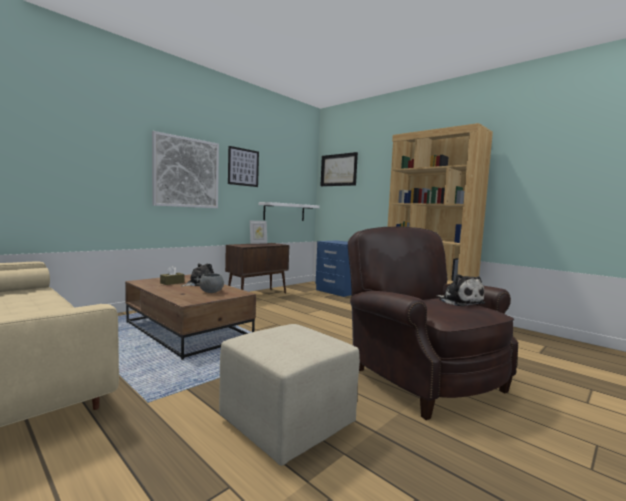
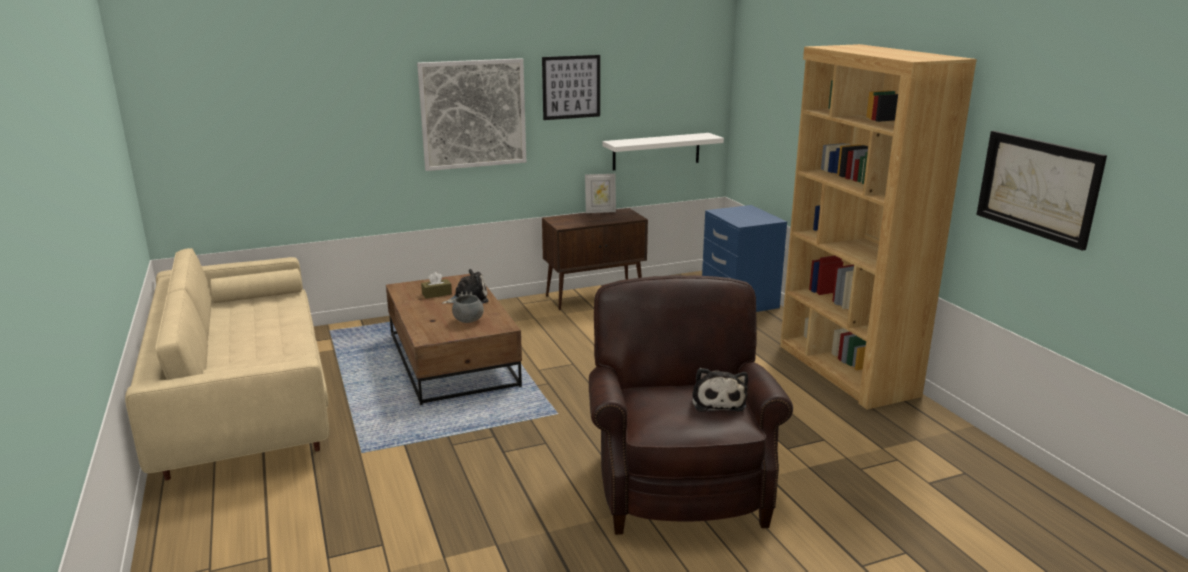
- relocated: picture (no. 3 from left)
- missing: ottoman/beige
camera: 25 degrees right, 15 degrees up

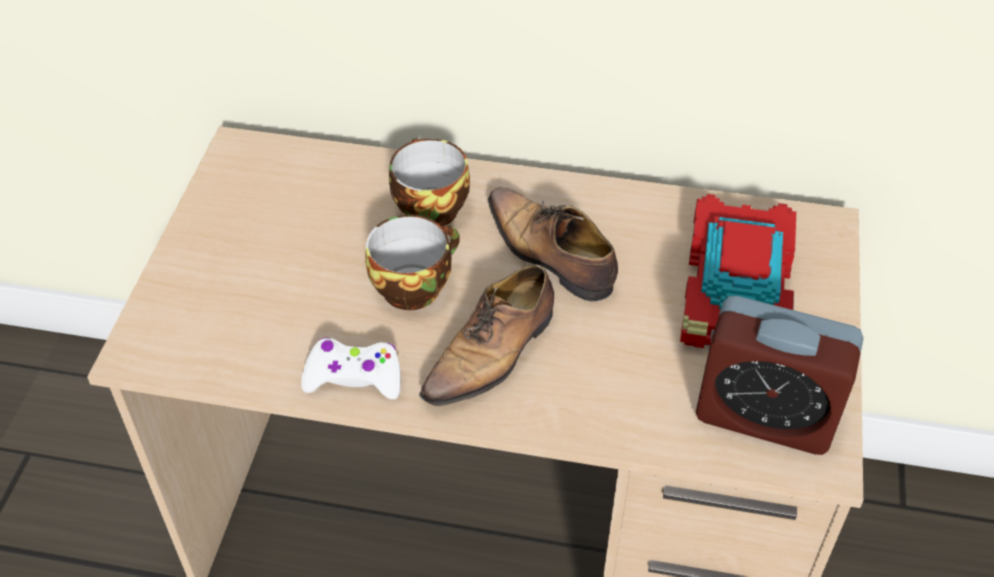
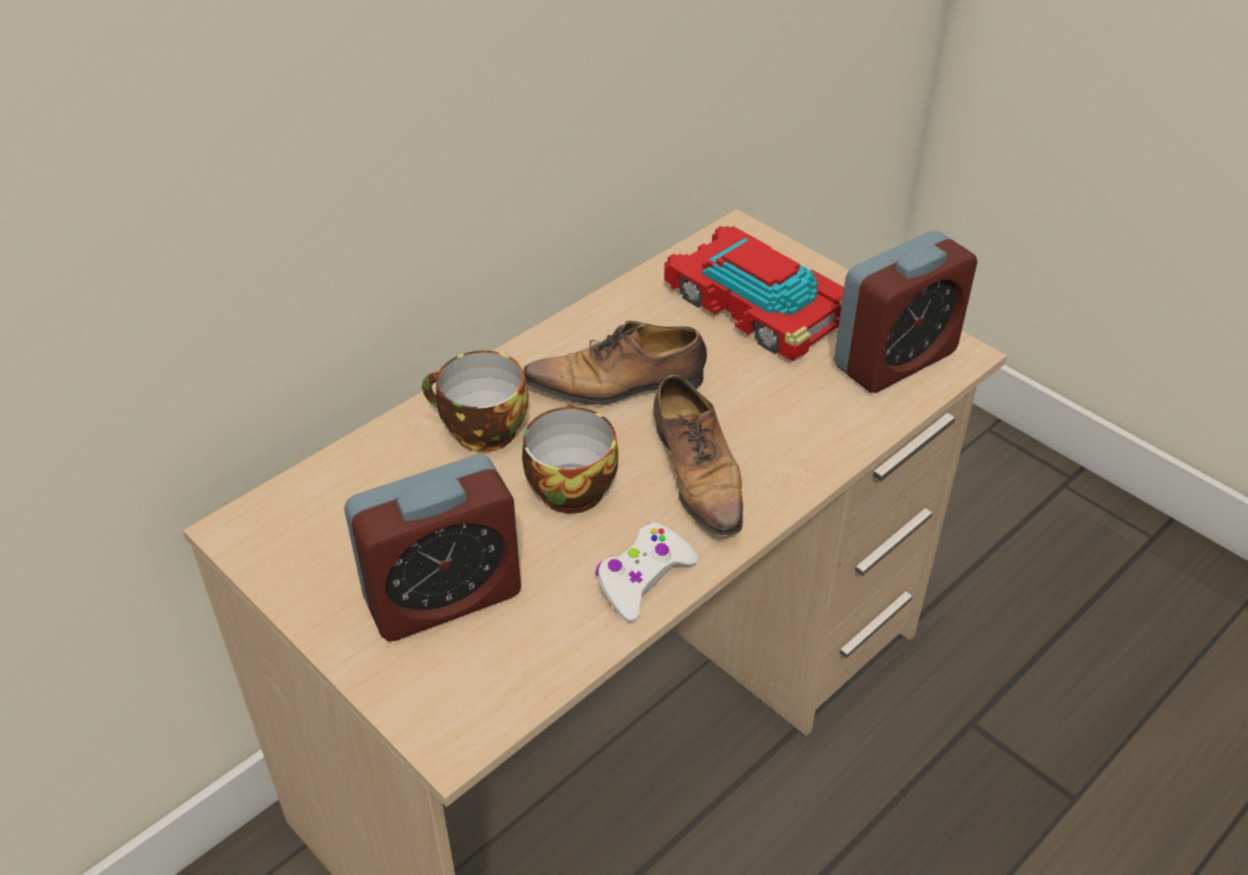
- appeared: alarm clock (no. 1 from left)
camera: 55 degrees left, 5 degrees down

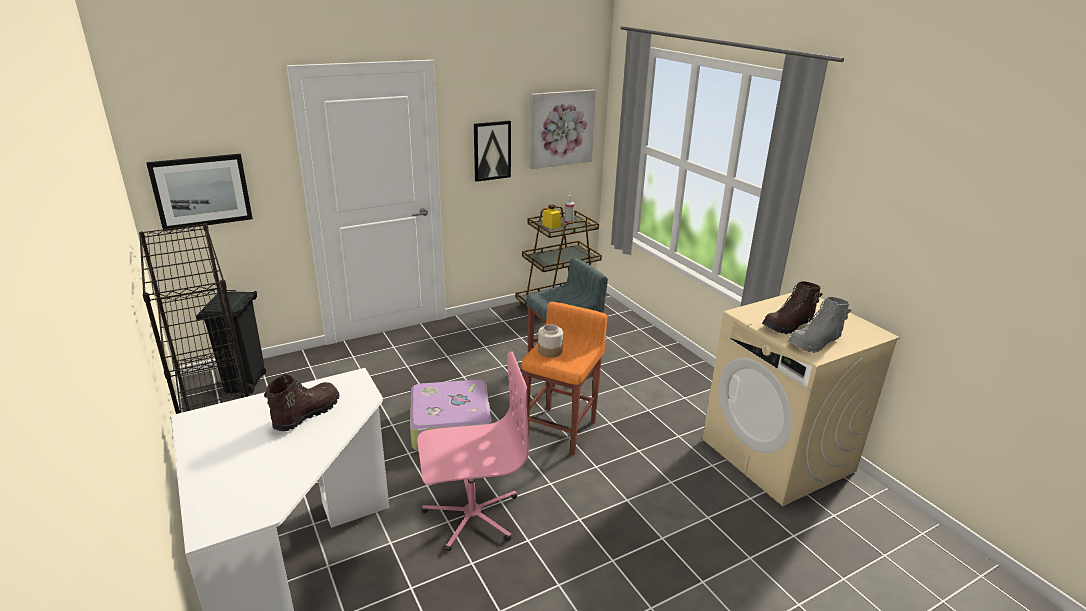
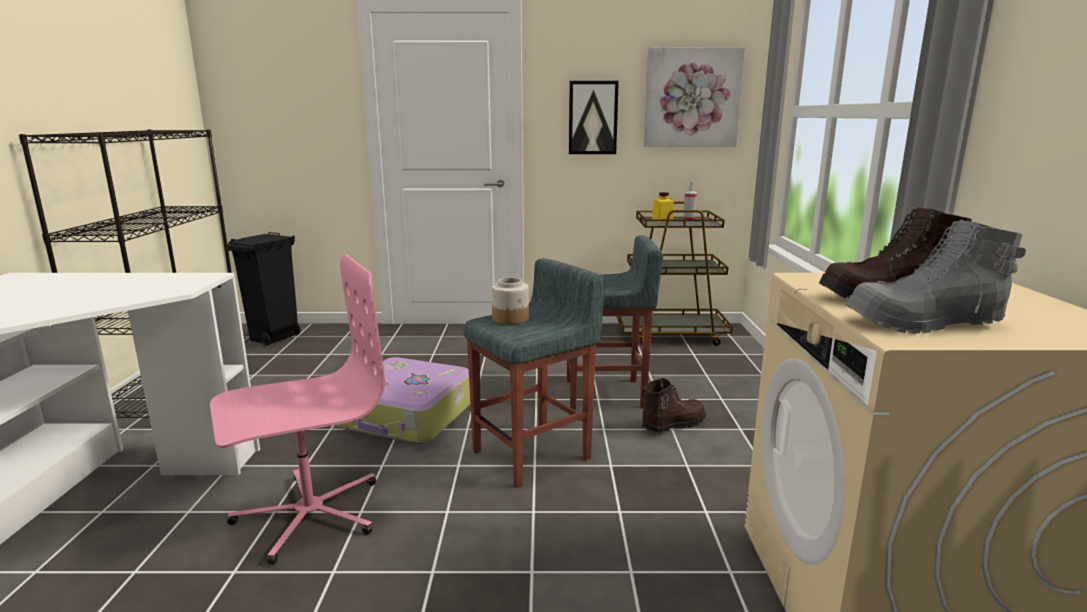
- spun: computer chair/pinkish 45 degrees counterclockwise
- colour: stool seat/orange to stool seat/greyish (no. 1 from left)
- relocated: tall boot/brown (no. 1 from left)
- missing: picture (no. 1 from left)
camera: 30 degrees right, 10 degrees down

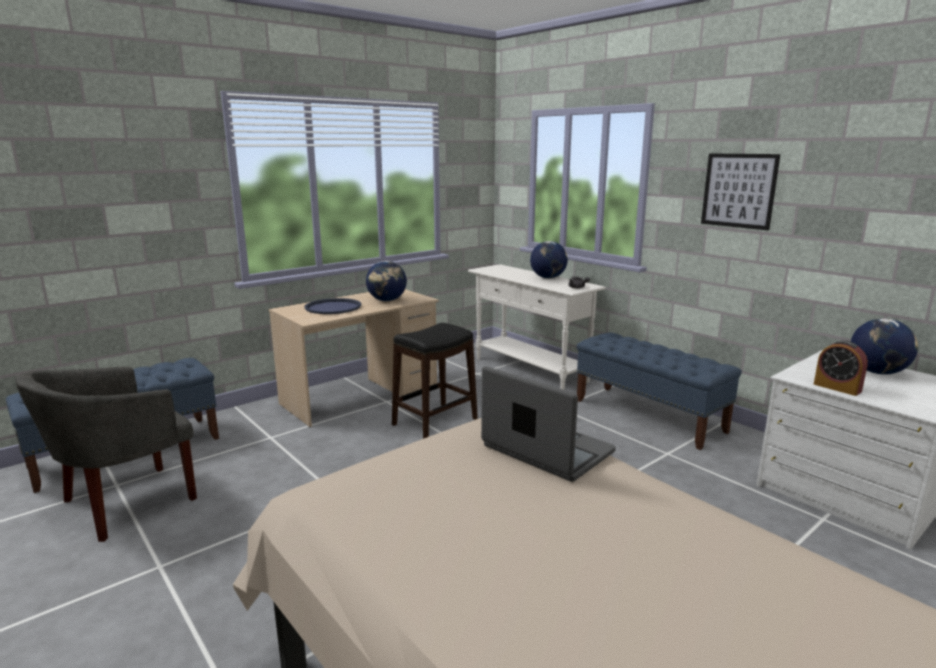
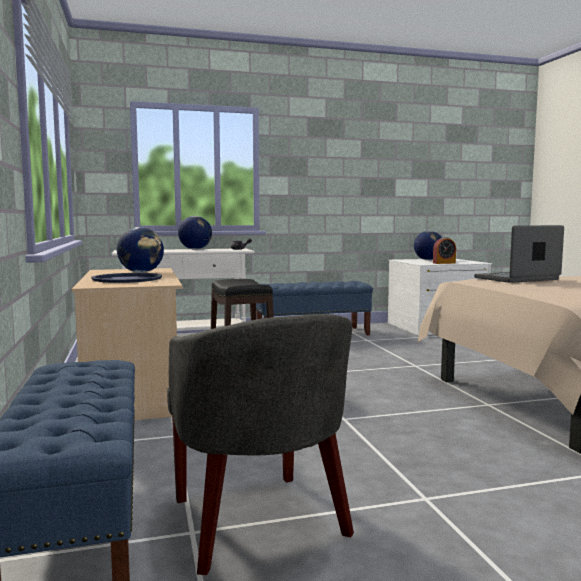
- missing: picture
camera: 65 degrees left, 10 degrees down

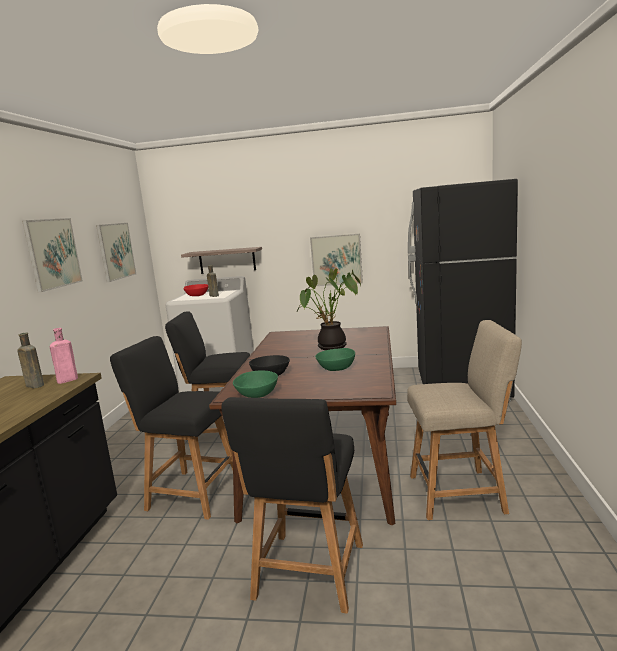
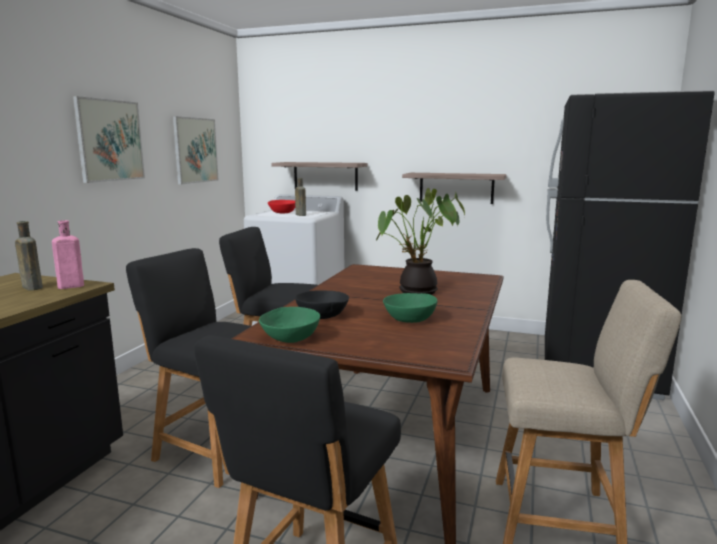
- exchanged: picture (no. 3 from left) to wall shelf (no. 2 from left)
camera: 10 degrees right, 0 degrees up

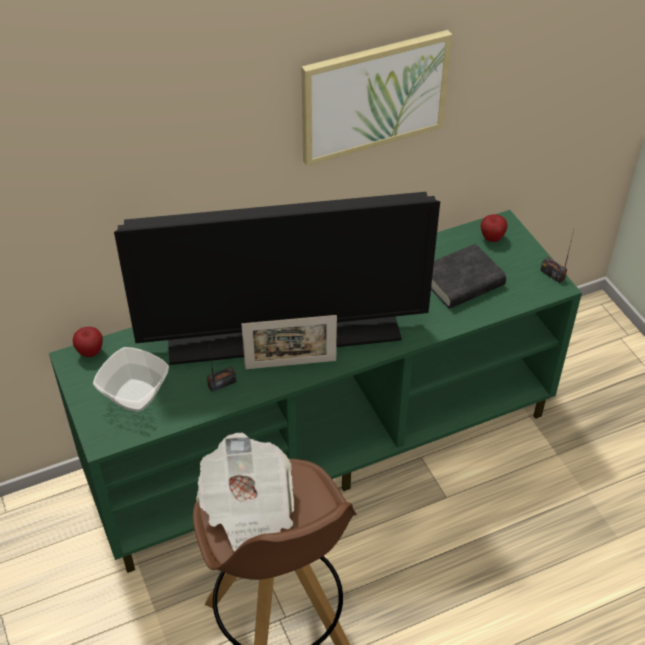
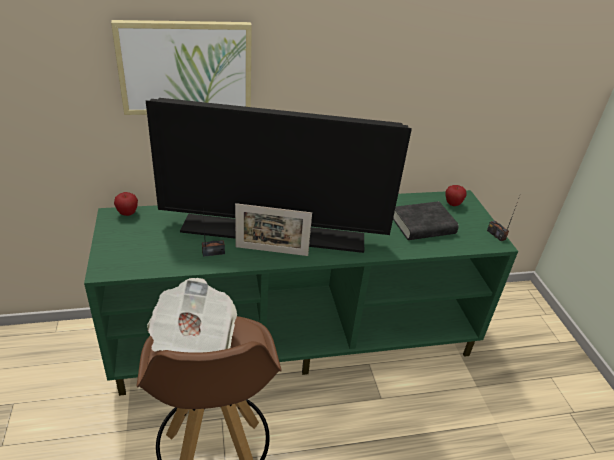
- relocated: picture
- missing: serving bowl
camera: 10 degrees right, 10 degrees down

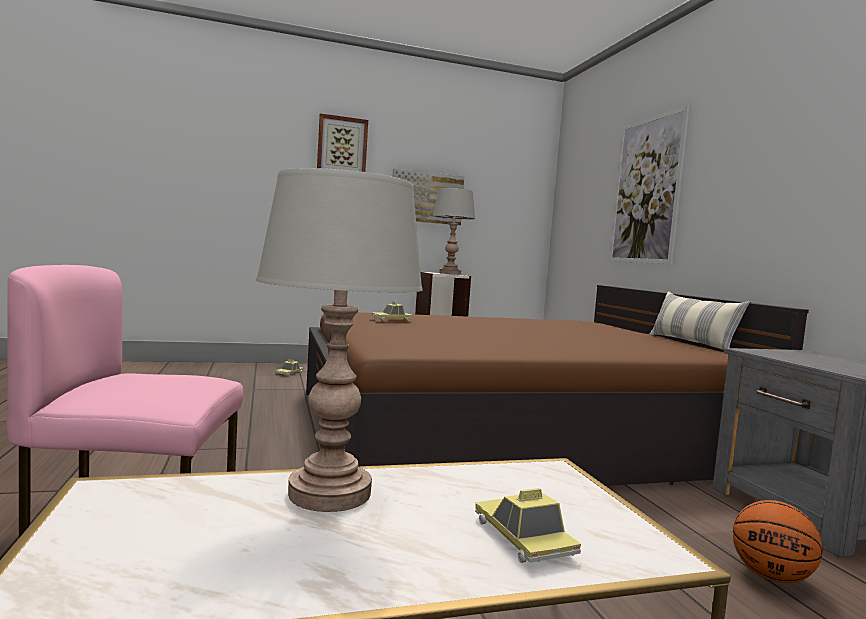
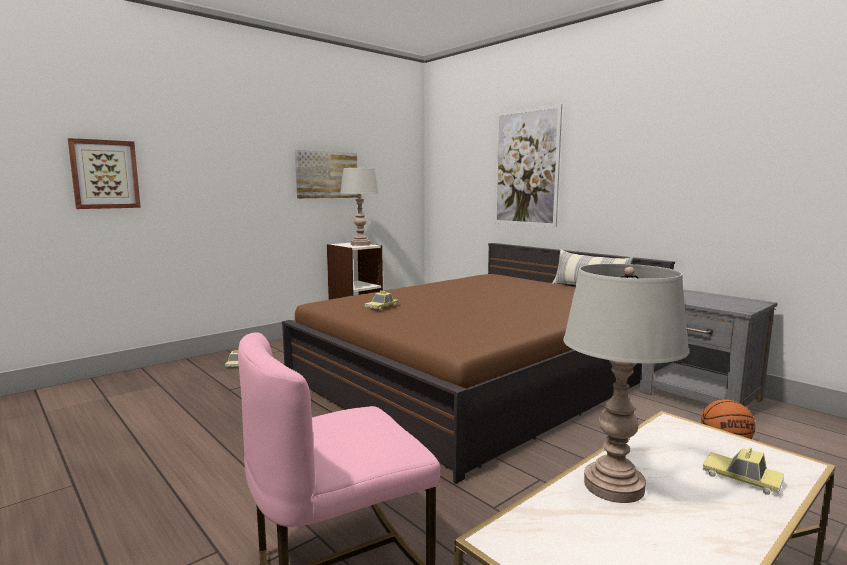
- relocated: picture (no. 1 from left)
camera: 25 degrees left, 5 degrees up

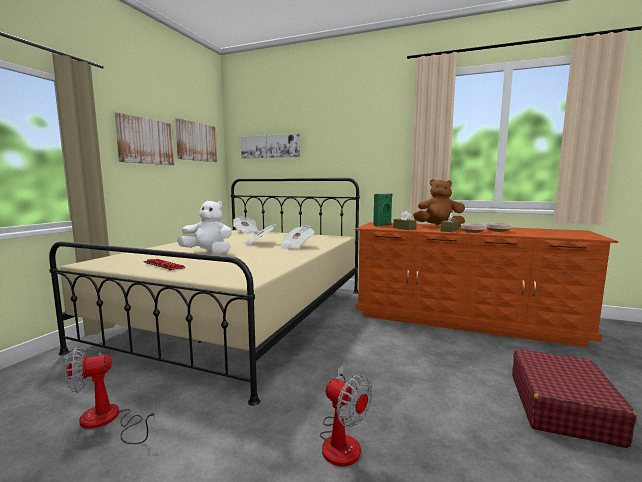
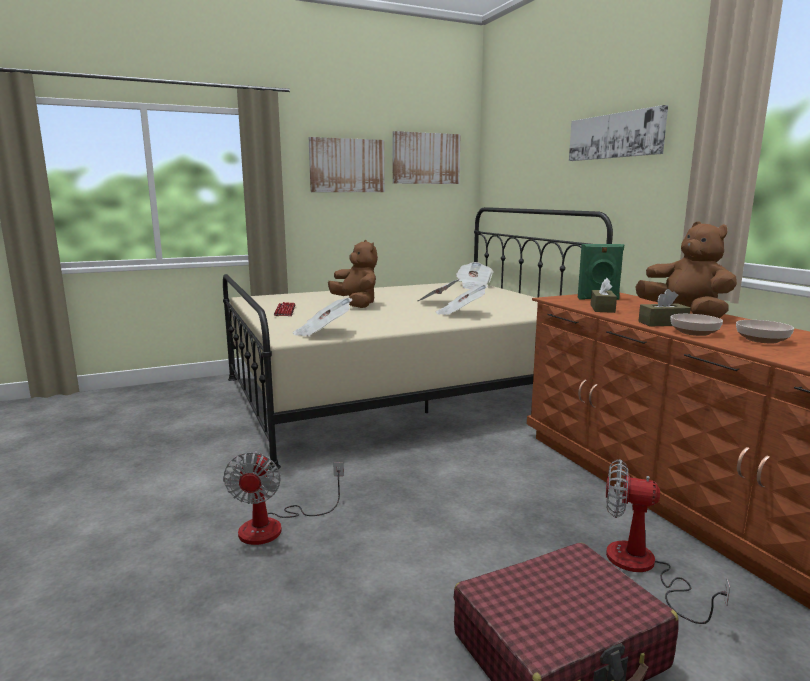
- appeared: printed paper (no. 1 from left)
- colour: cuddly toy/whitish to cuddly toy/brown (no. 1 from left)
- relocated: picture (no. 3 from left)
- relocated: cooling fan (no. 1 from left in the first image) to cooling fan (no. 2 from left)
camera: 45 degrees right, 5 degrees up

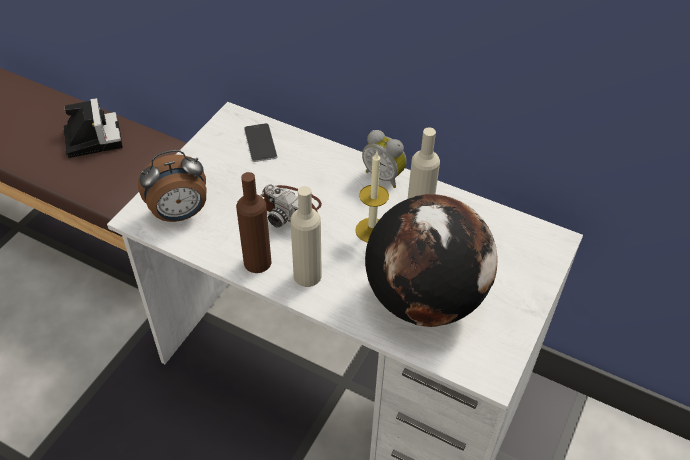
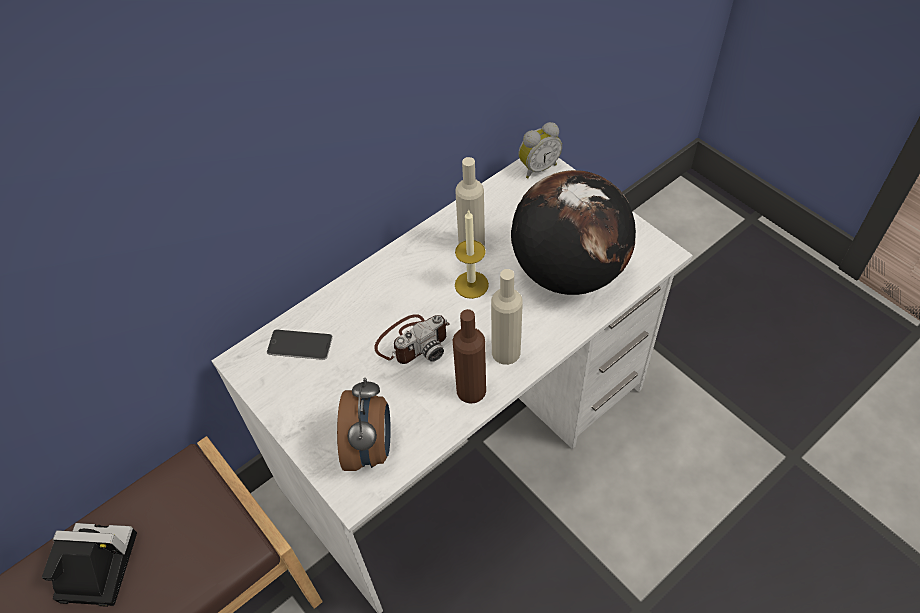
- relocated: alarm clock (no. 2 from left)
camera: 65 degrees left, 5 degrees up

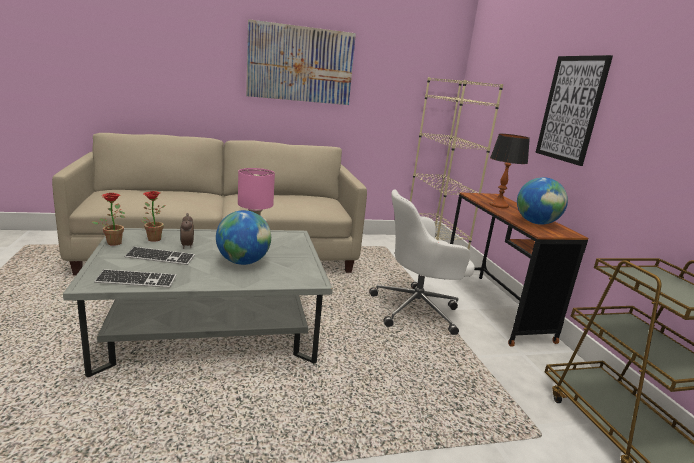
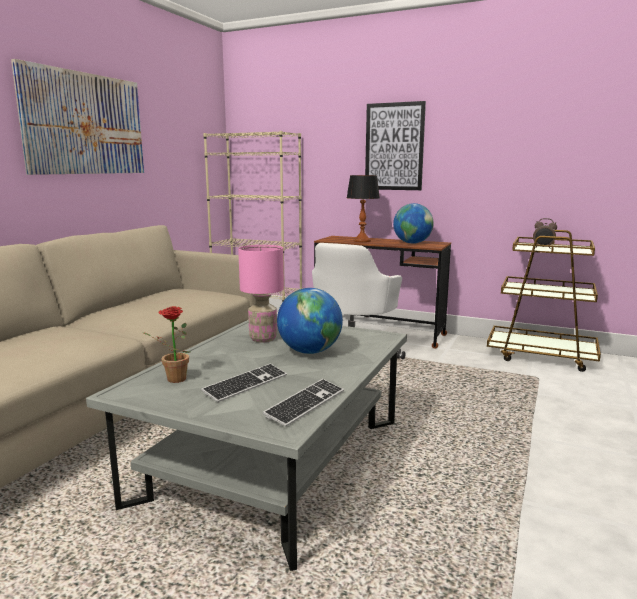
- relocated: alarm clock
- missing: houseplant (no. 1 from left)
camera: 50 degrees left, 5 degrees down

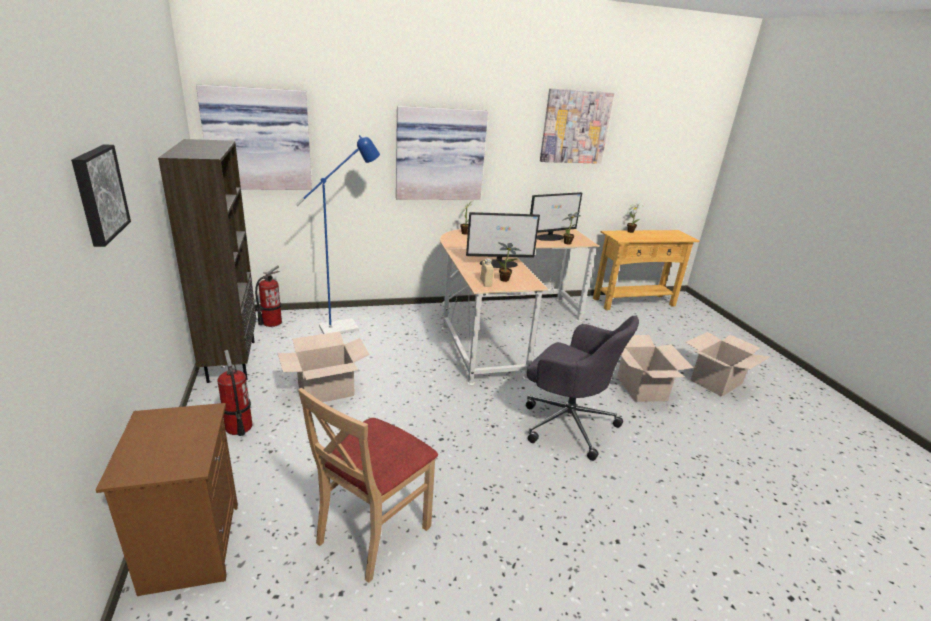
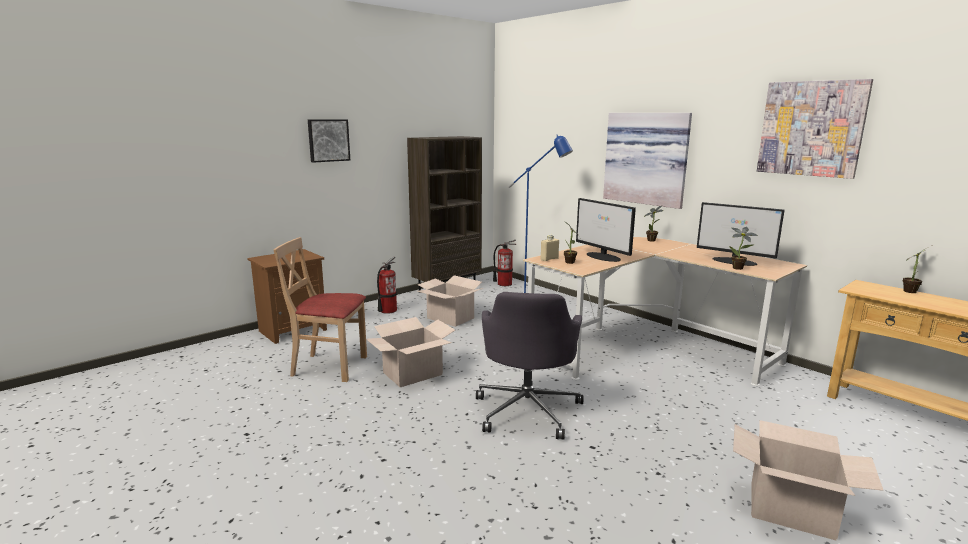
- relocated: cardboard box (no. 2 from left in the first image) to cardboard box (no. 1 from left)
- missing: picture (no. 2 from left)
camera: 65 degrees right, 10 degrees down

